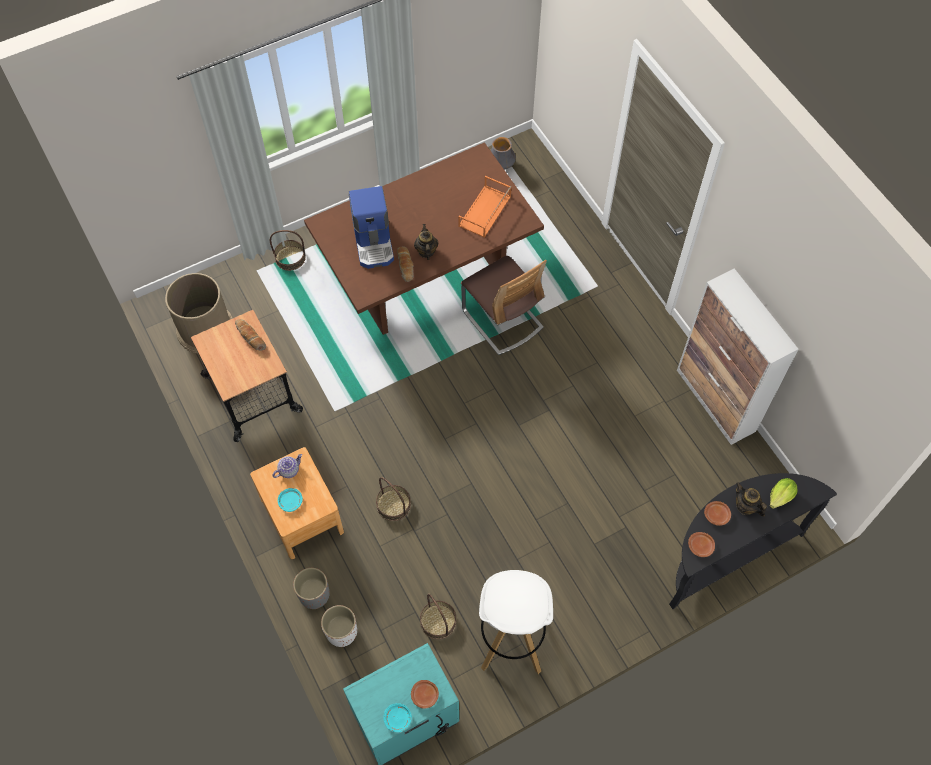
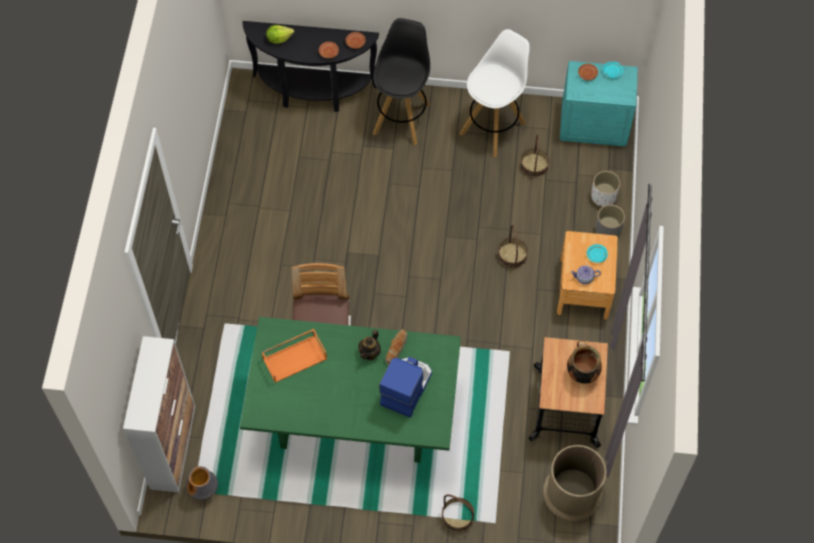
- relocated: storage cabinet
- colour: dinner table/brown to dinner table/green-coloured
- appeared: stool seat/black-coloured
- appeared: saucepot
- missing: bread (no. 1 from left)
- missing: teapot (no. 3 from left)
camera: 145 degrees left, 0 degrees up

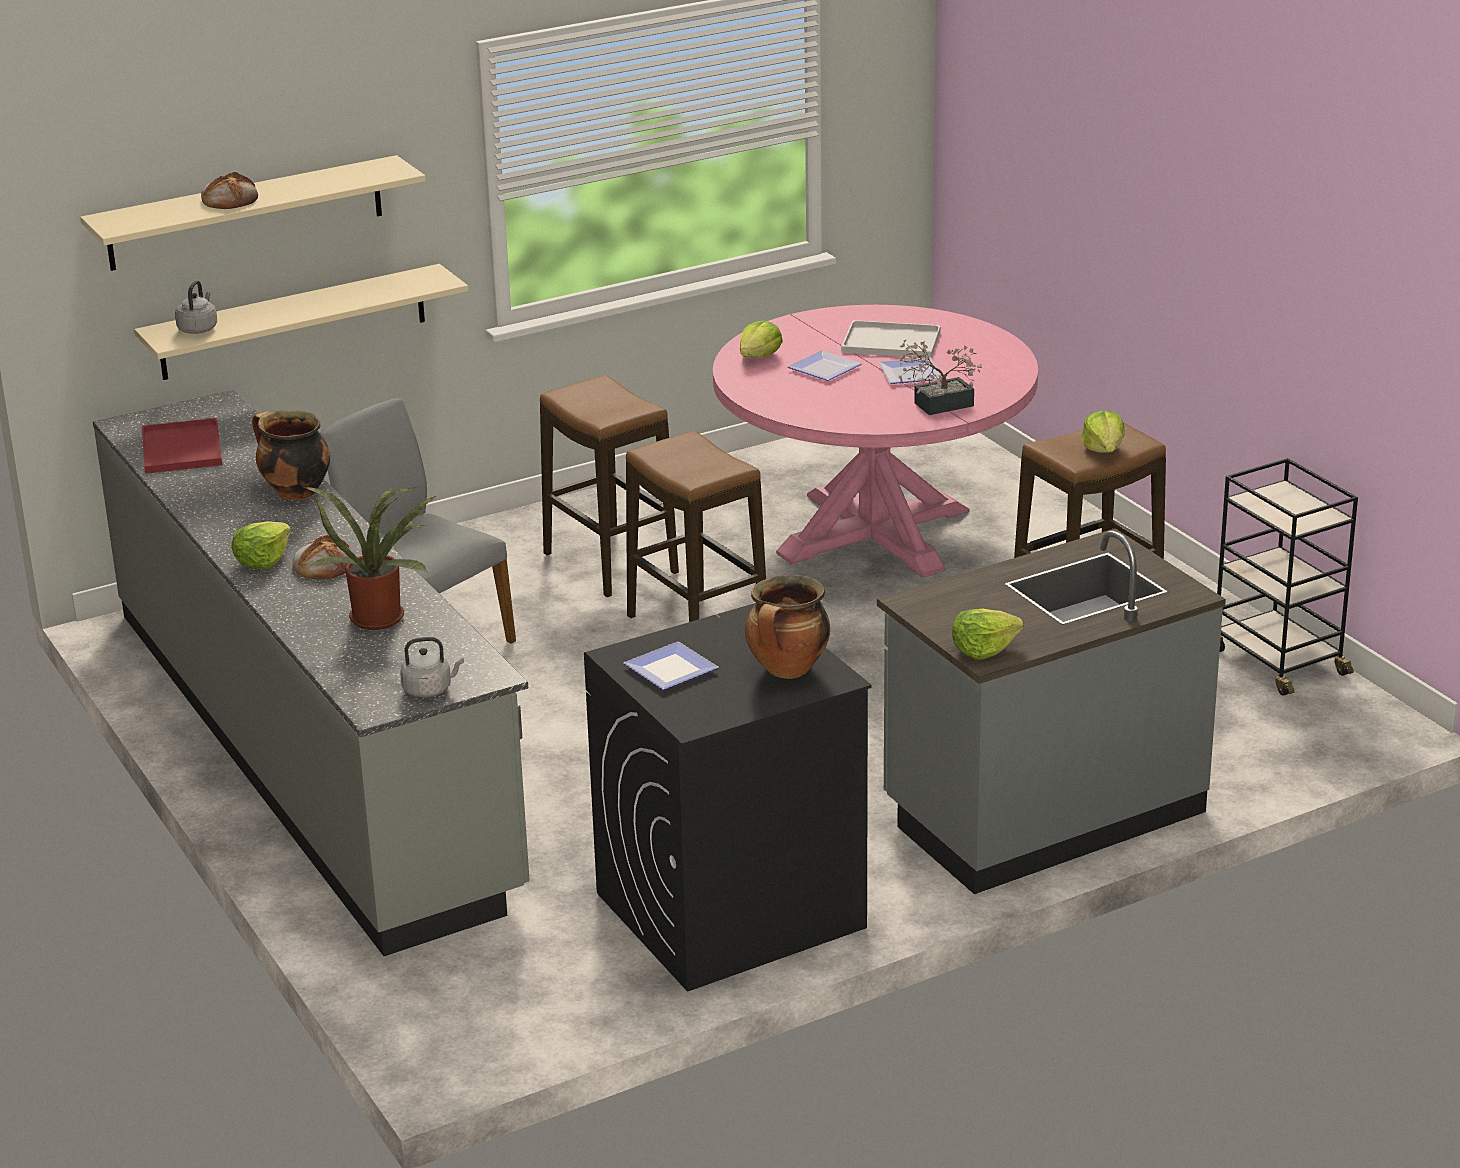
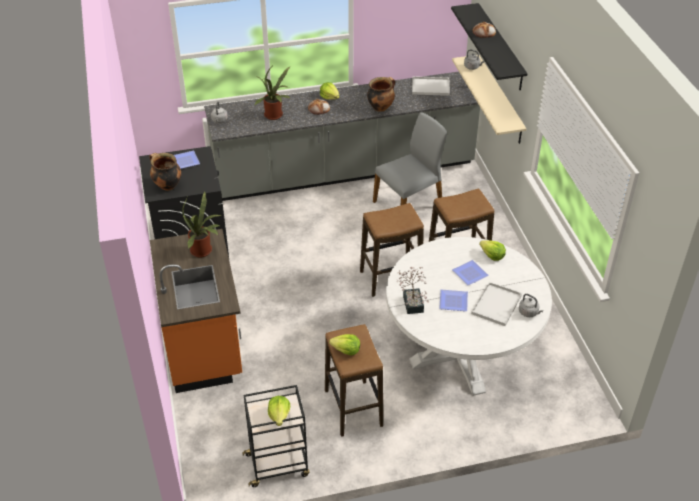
- colour: counter/greyish (no. 2 from left) to counter/orange
- appeared: houseplant (no. 1 from left)
- relocated: head of lettuce (no. 3 from left in the first image) to head of lettuce (no. 1 from left)
- colour: dinner table/pinkish to dinner table/whitish
- colour: tray/red-coloured to tray/whitish (no. 1 from left)
- colour: wall shelf/beige (no. 1 from left) to wall shelf/black-coloured
- appeared: water kettle/greyish (no. 3 from left)
camera: 105 degrees right, 15 degrees up

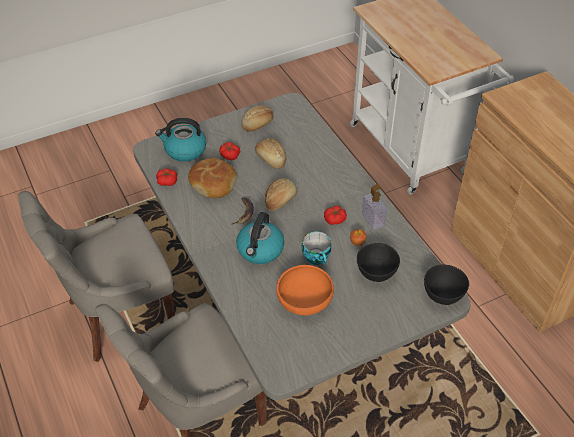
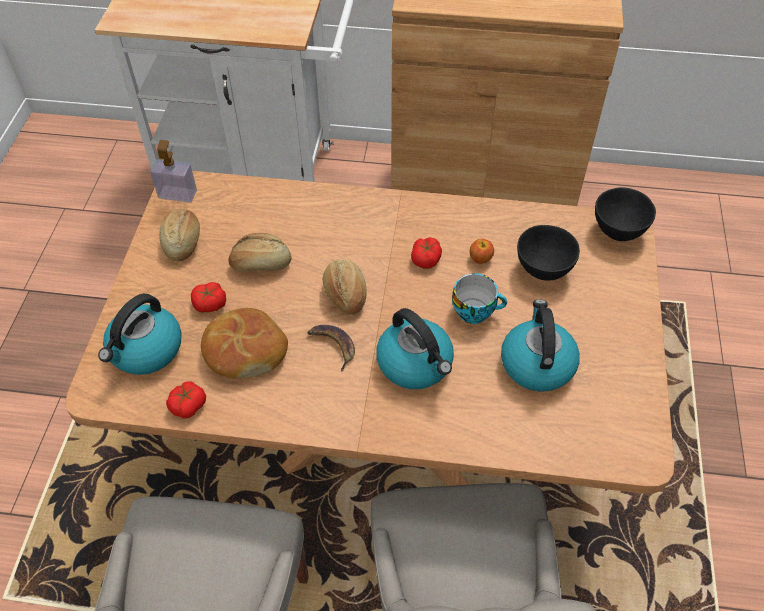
- colour: dinner table/greyish to dinner table/brown
- relocated: soap dispenser
- exchanged: serving bowl/orange to water kettle (no. 3 from left)
camera: 55 degrees left, 5 degrees up

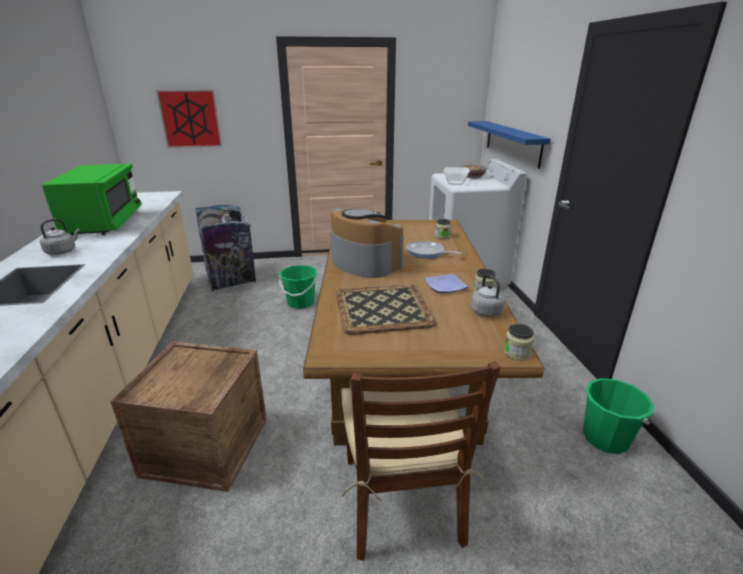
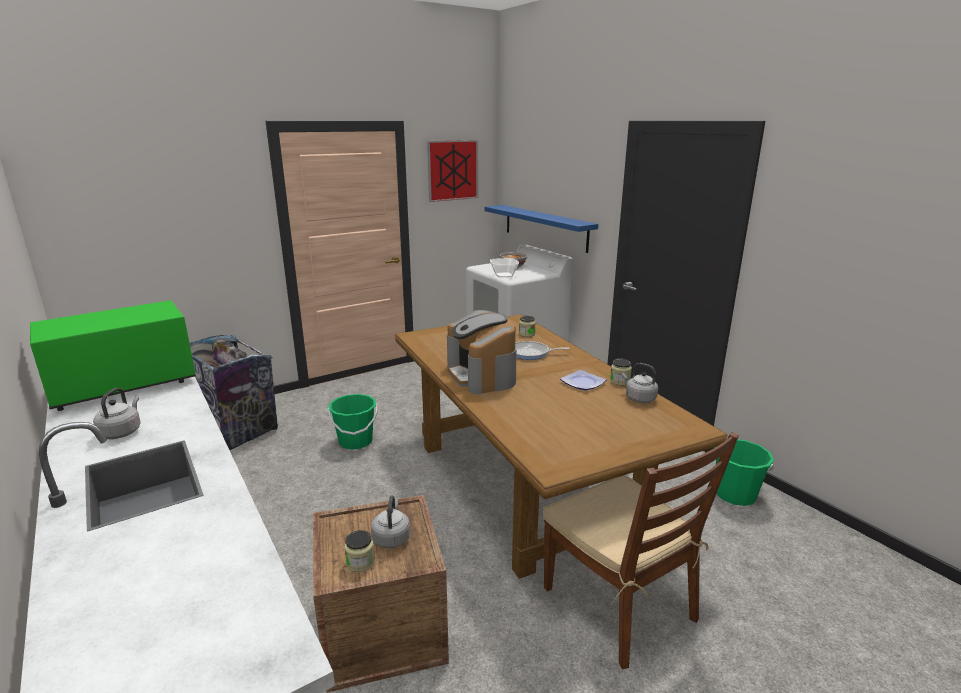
- spun: kitchen microwave/green-coloured 90 degrees counterclockwise
- relocated: preserve jar (no. 3 from left in the first image) to preserve jar (no. 1 from left)
- appeared: water kettle/greyish (no. 2 from left)
- relocated: picture
- spun: coffee brewer 135 degrees counterclockwise
- missing: tray
camera: 25 degrees left, 5 degrees down

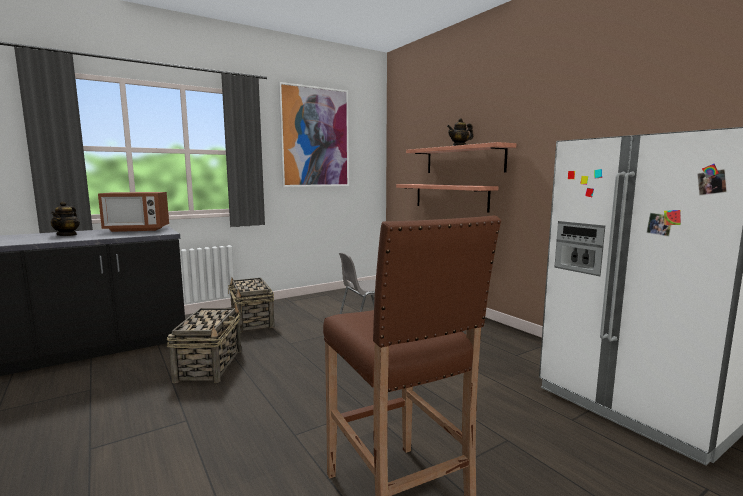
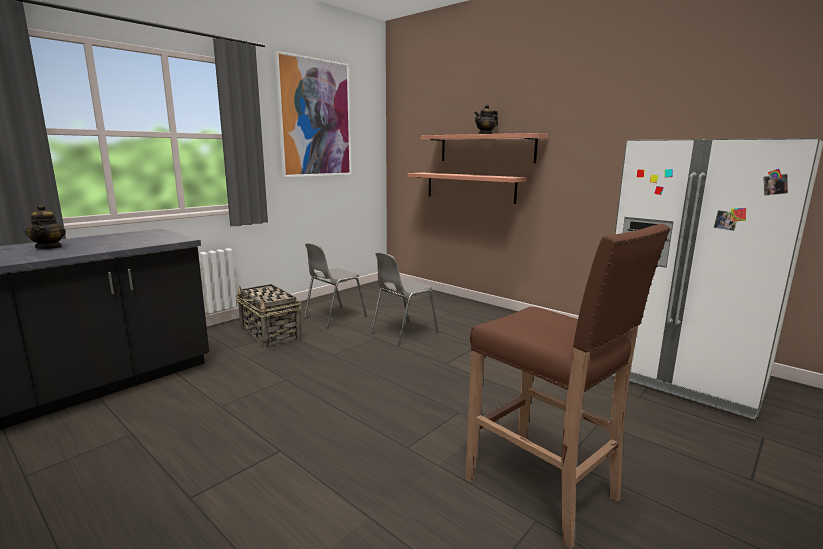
- appeared: chair/greyish (no. 1 from left)
- missing: kitchen microwave
- missing: household basket (no. 1 from left)
camera: 15 degrees left, 5 degrees up

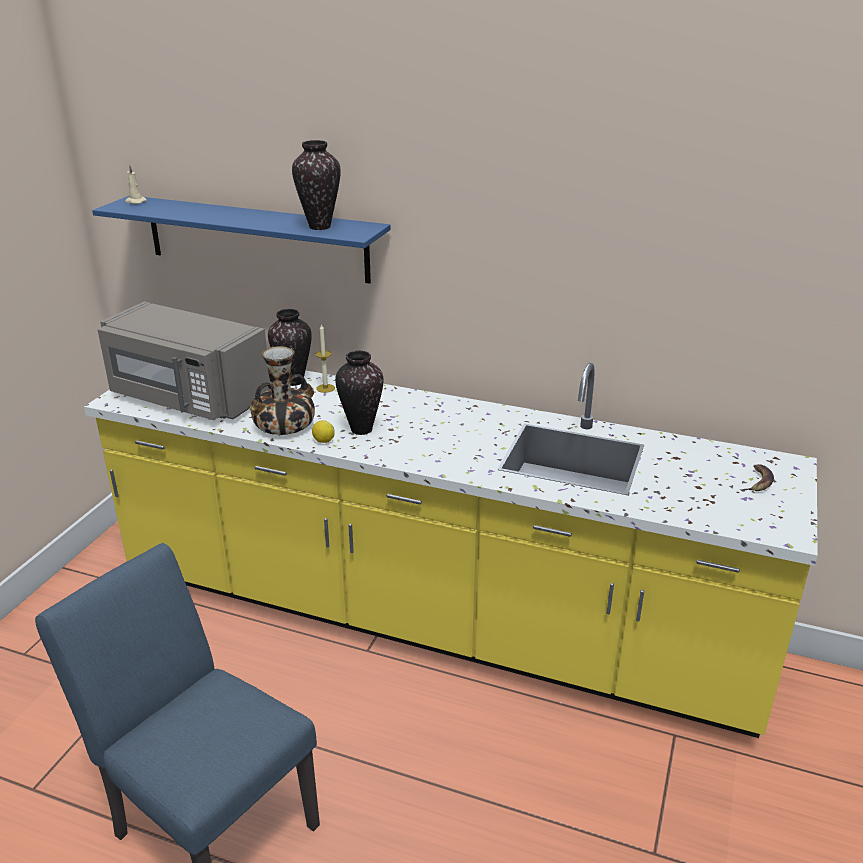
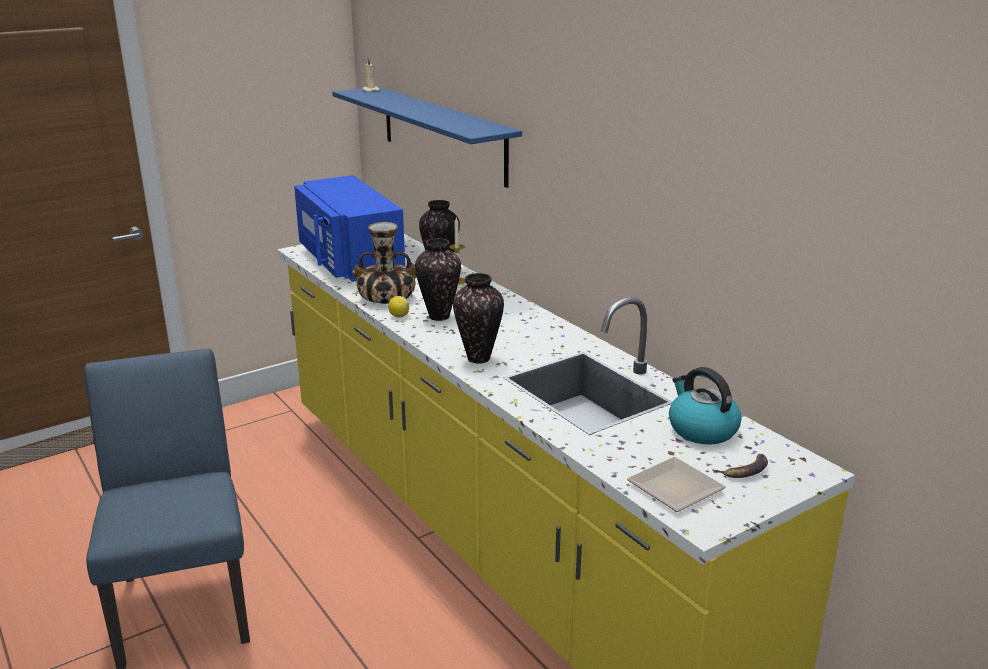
- colour: kitchen microwave/greyish to kitchen microwave/bluish
- relocated: decorative vase (no. 3 from left in the first image) to decorative vase (no. 4 from left)
- appeared: dinner plate
- appeared: water kettle
camera: 35 degrees right, 5 degrees down

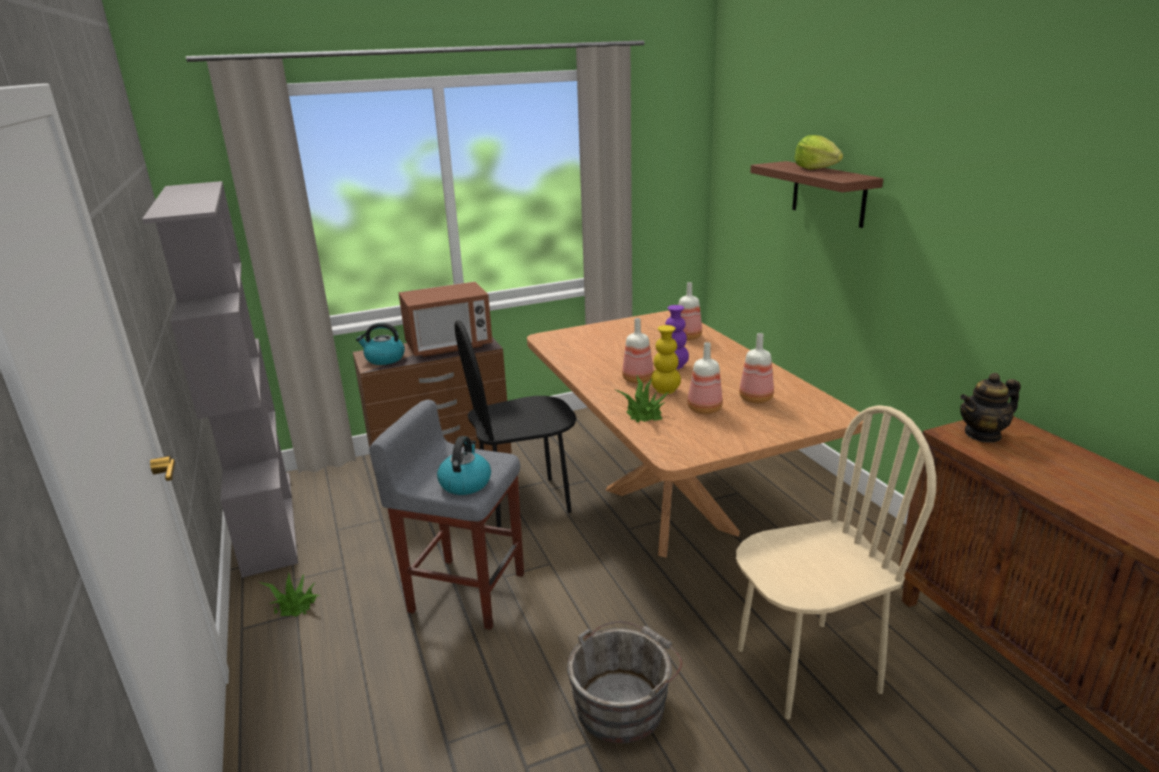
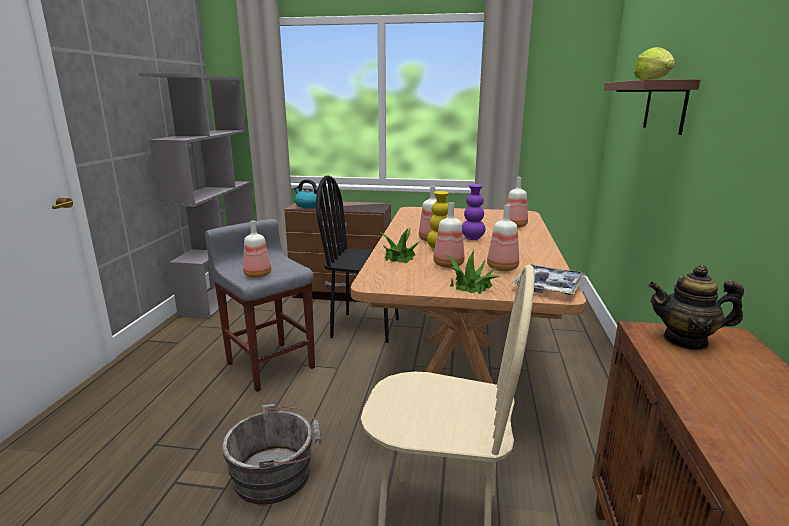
- exchanged: water kettle (no. 2 from left) to drink bottle (no. 1 from left)
- relocated: houseplant (no. 1 from left in the first image) to houseplant (no. 2 from left)
- appeared: tray
- missing: kitchen microwave
camera: 30 degrees right, 5 degrees down

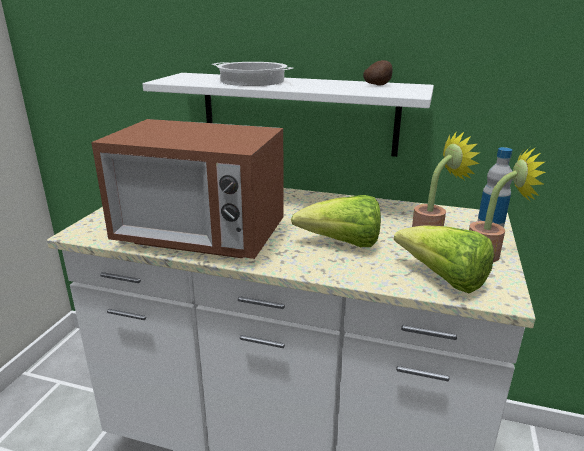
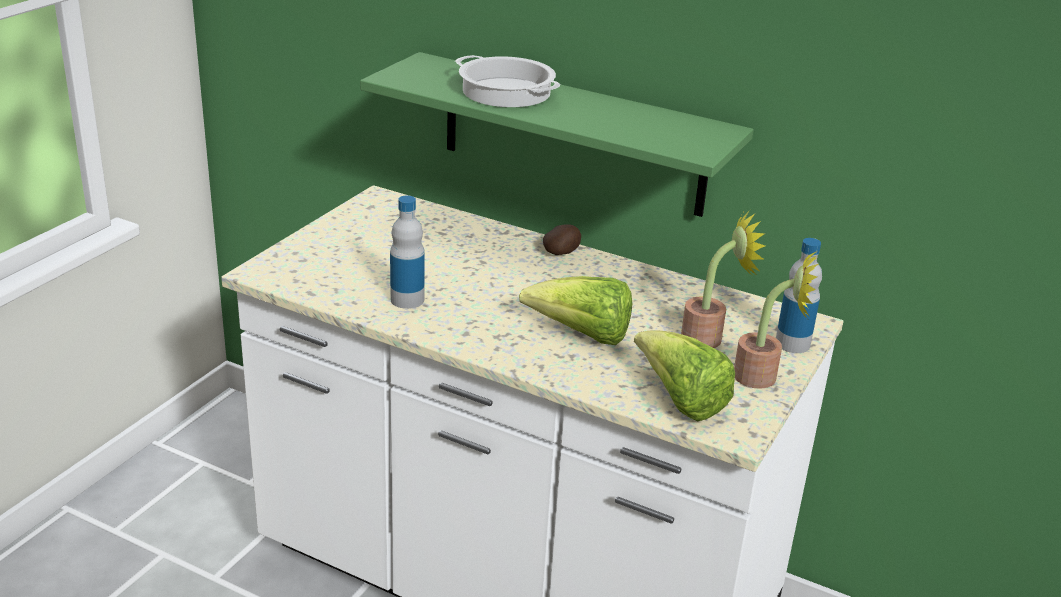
- colour: wall shelf/whitish to wall shelf/green-coloured
- exchanged: kitchen microwave to drink bottle (no. 1 from left)
- relocated: spud
camera: 10 degrees right, 5 degrees up

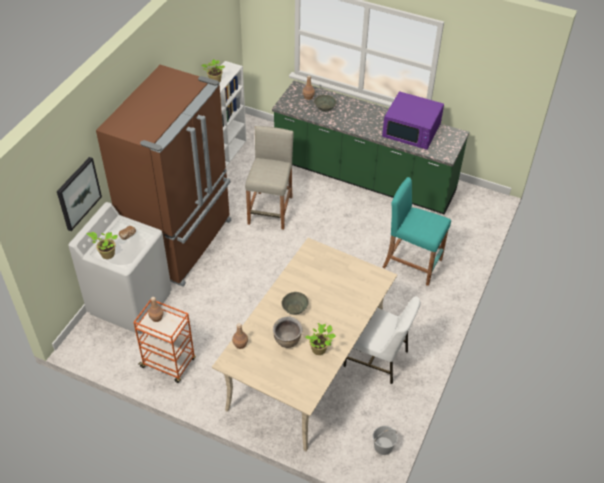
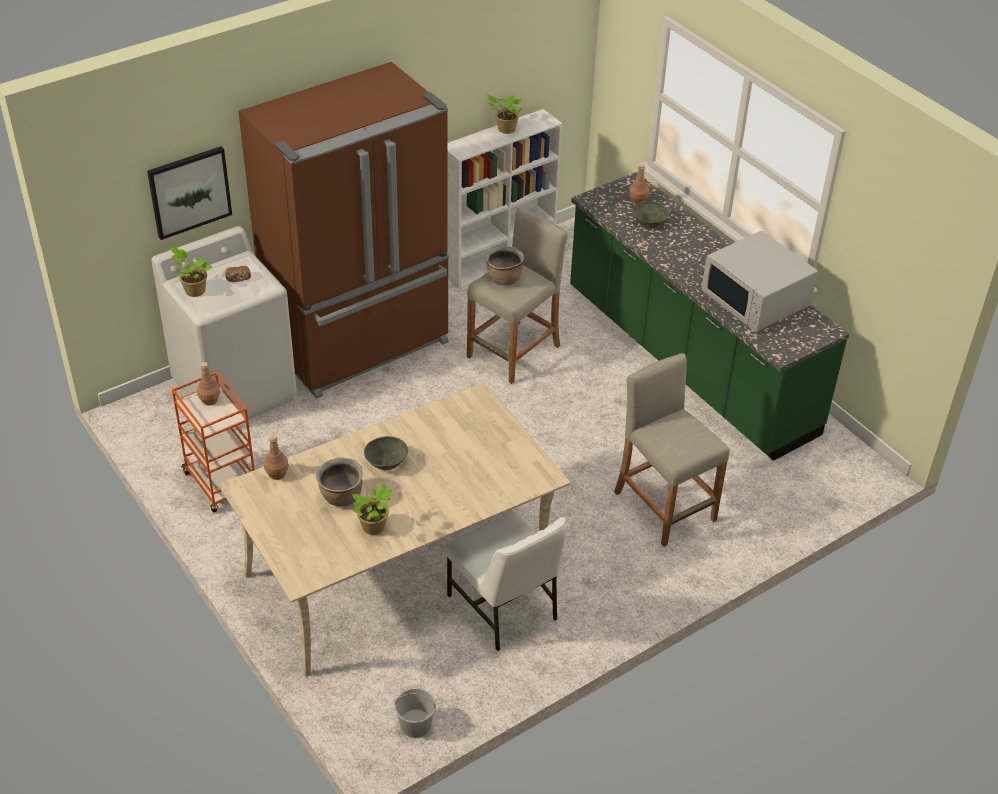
- appeared: saucepot/brown (no. 2 from left)
- colour: stool seat/turquoise-coloured to stool seat/beige (no. 2 from left)
- colour: kitchen microwave/purple to kitchen microwave/whitish
camera: 30 degrees right, 5 degrees down

